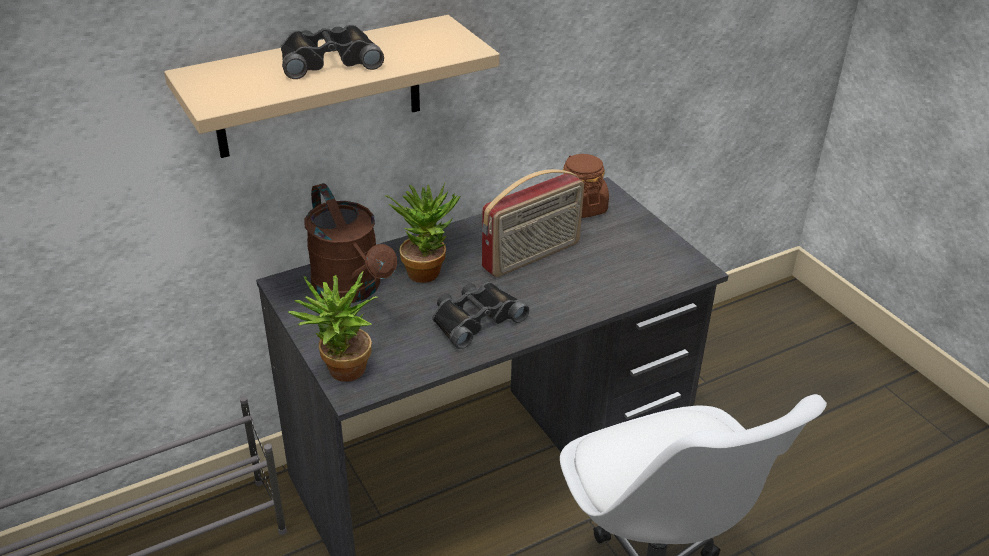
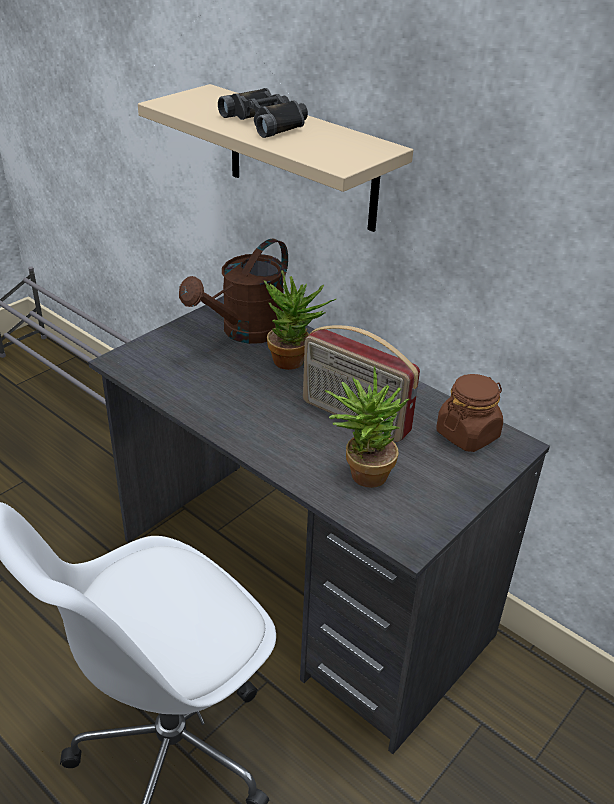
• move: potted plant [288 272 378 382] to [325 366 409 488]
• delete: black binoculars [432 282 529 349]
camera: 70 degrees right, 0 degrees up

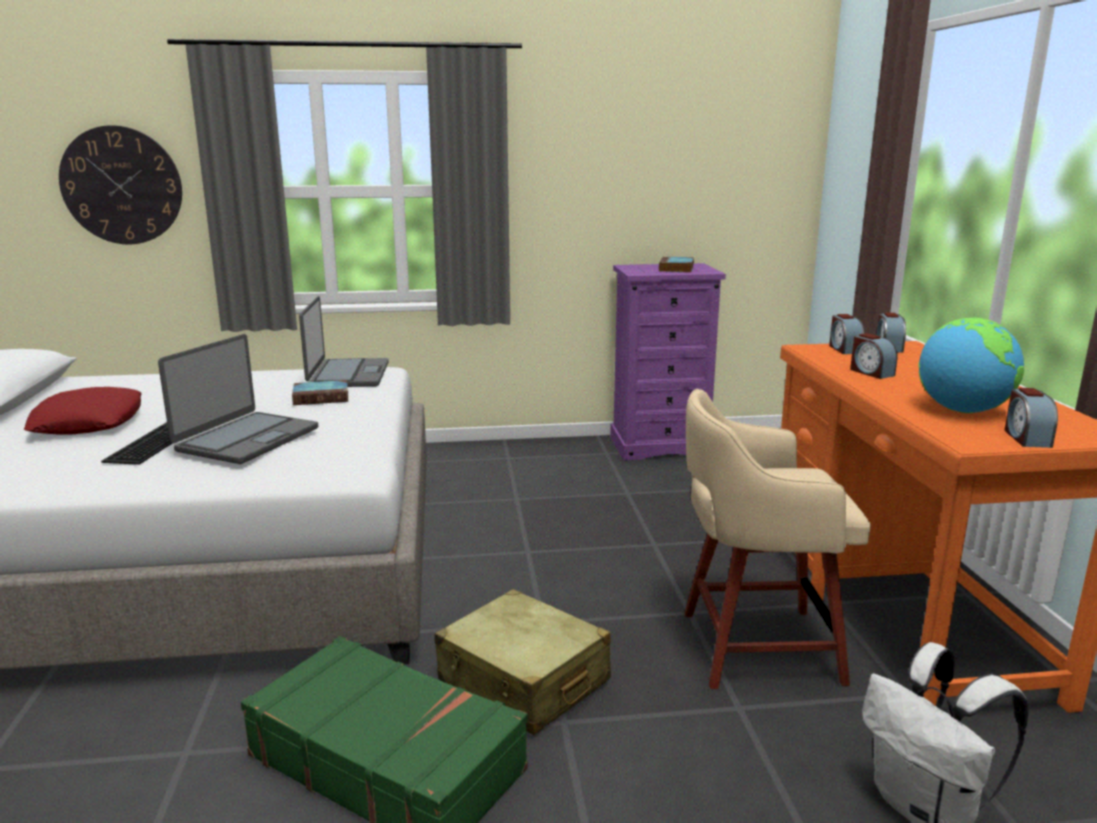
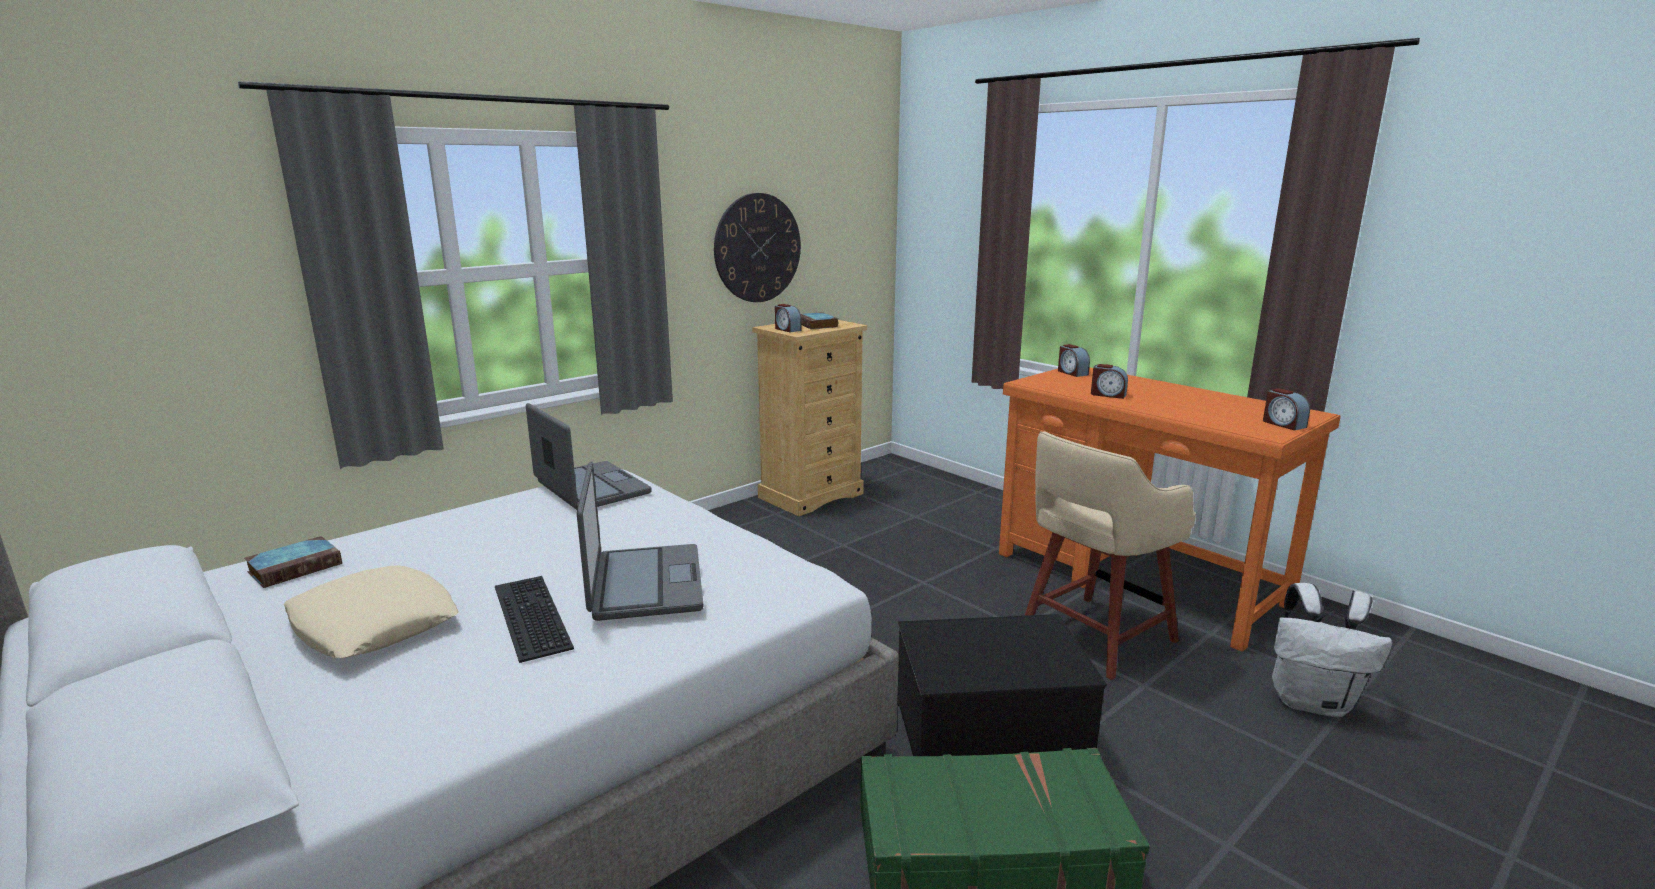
• move: wall clock [59 125 182 244] to [714 193 801 302]
• recolor: purple dresser [610 263 726 461] to beige dresser [752 320 867 516]
• move: alarm clock [829 314 864 354] to [775 304 801 332]
• delete: globe [918 317 1024 413]
• move: book [292 380 348 405] to [244 536 342 588]
• recolor: red pillow [24 387 141 434] to beige pillow [283 565 458 658]
• replace: beige suitcase [435 589 611 735] to storage box [897 614 1107 756]
camera: 35 degrees left, 0 degrees up

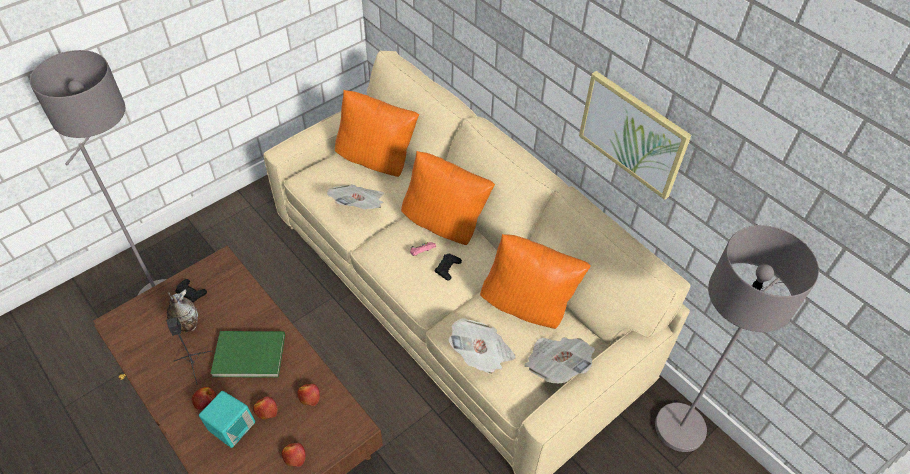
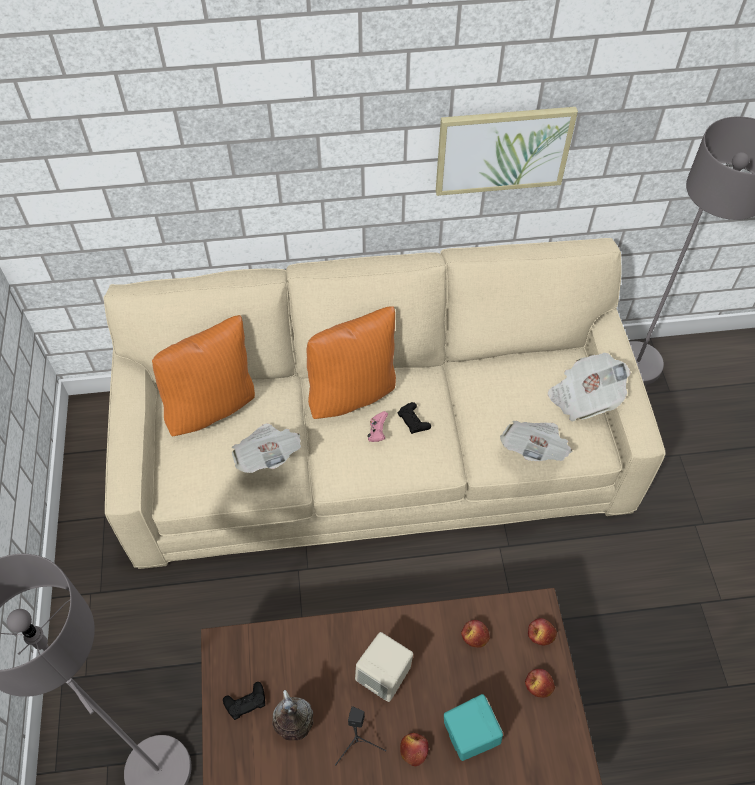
• delete: orange pillow [480 234 591 329]
• replace: green book [211 331 285 378] to beige speaker [355 632 413 702]
• move: apple [253 397 278 420] to [528 618 557 646]
camera: 55 degrees left, 5 degrees up

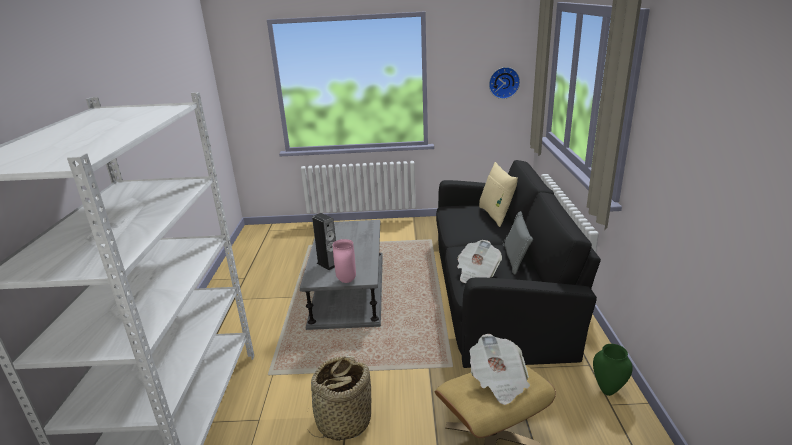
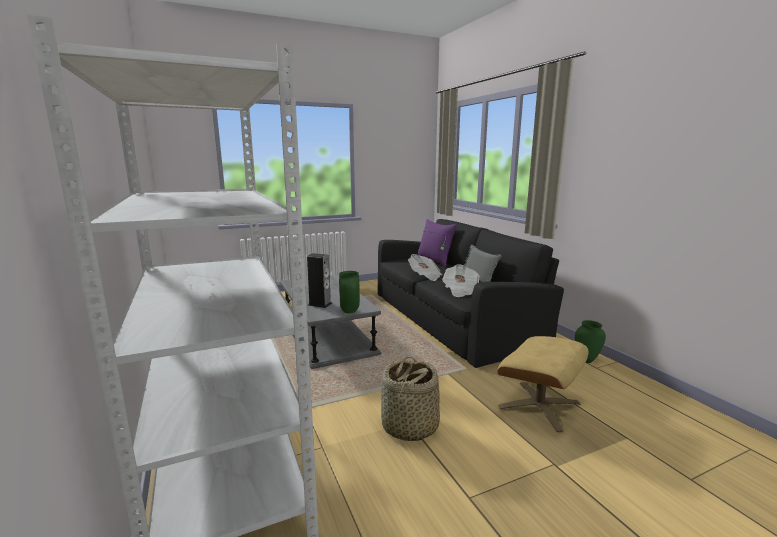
• delete: wall clock [489 67 520 99]
• recolor: beige pillow [479 162 518 227] to purple pillow [417 219 456 267]
• recolor: pink vase [333 239 356 283] to green vase [339 271 360 313]
• move: newspaper [469 334 530 405] to [408 254 442 281]
camera: 25 degrees left, 10 degrees down

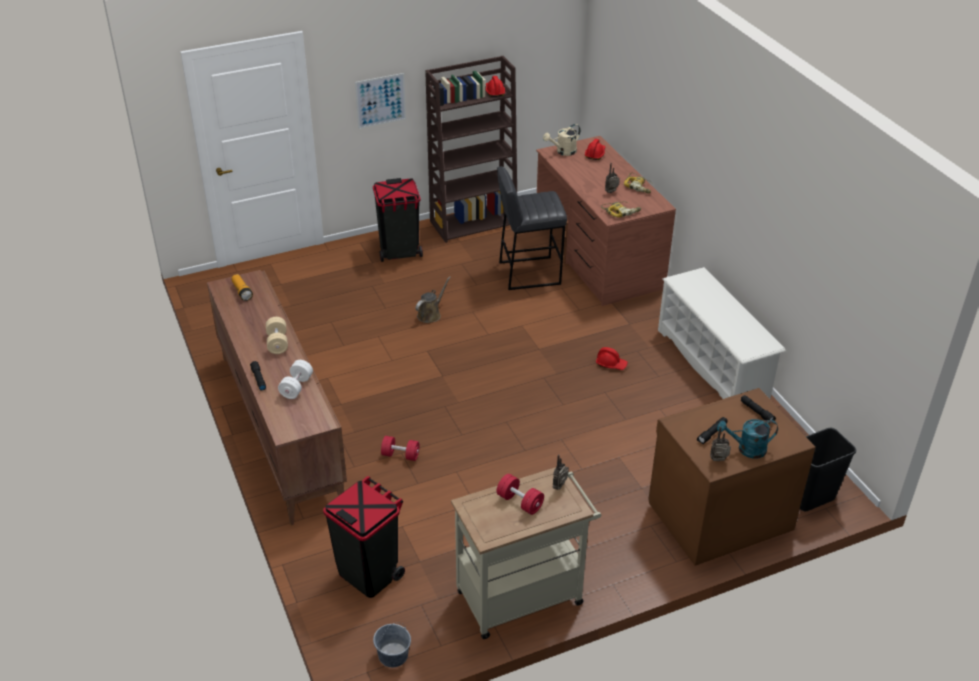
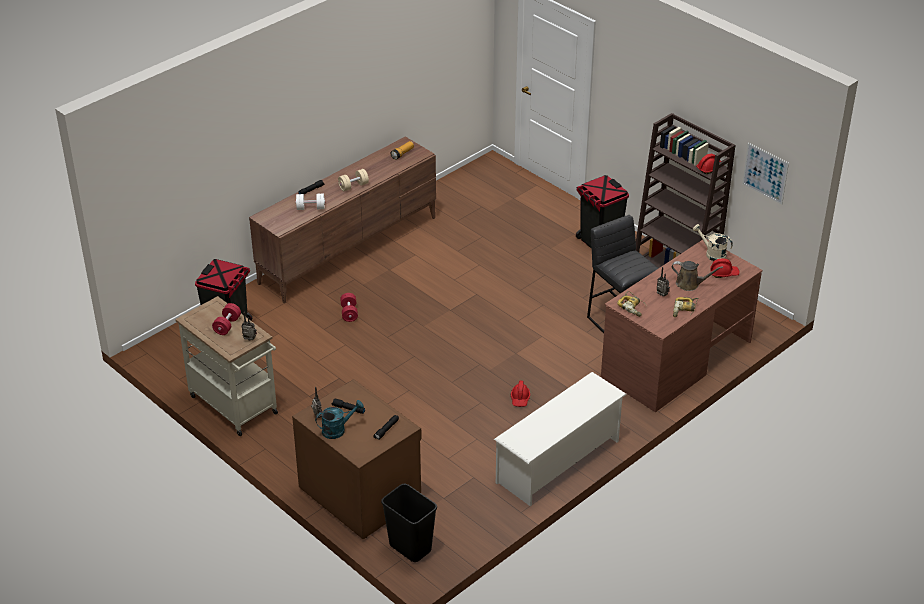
• move: picture [355 73 406 129] to [742 143 789 204]
• move: brown watering can [416 276 451 323] to [672 261 723 291]
• rotate: turquoise watering can [717 419 778 458] = [315 400 364 439] 90 degrees clockwise
• delete: grey bucket [373 622 411 668]
camera: 70 degrees right, 0 degrees up

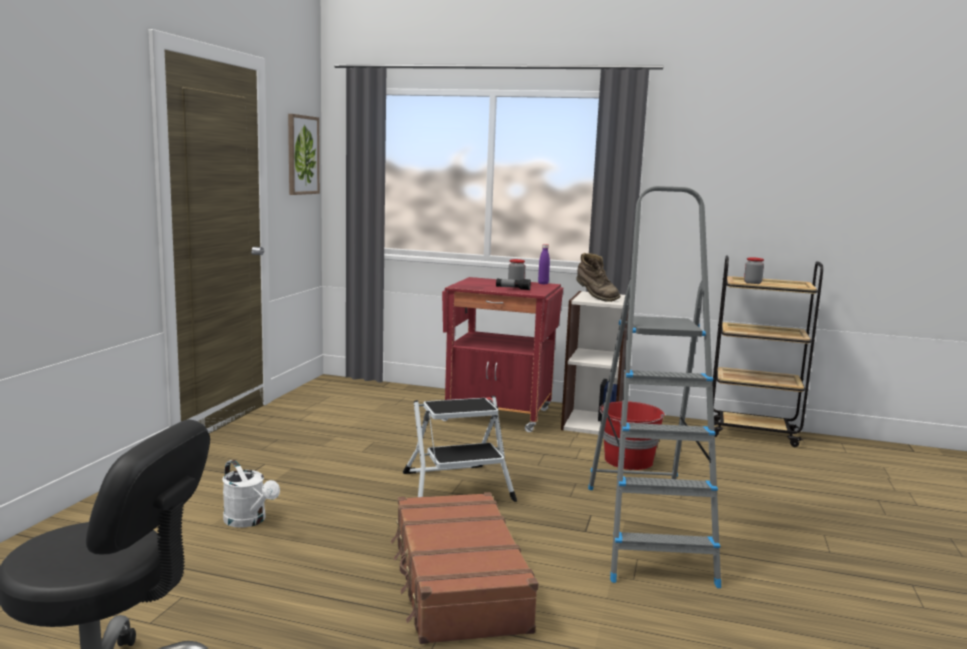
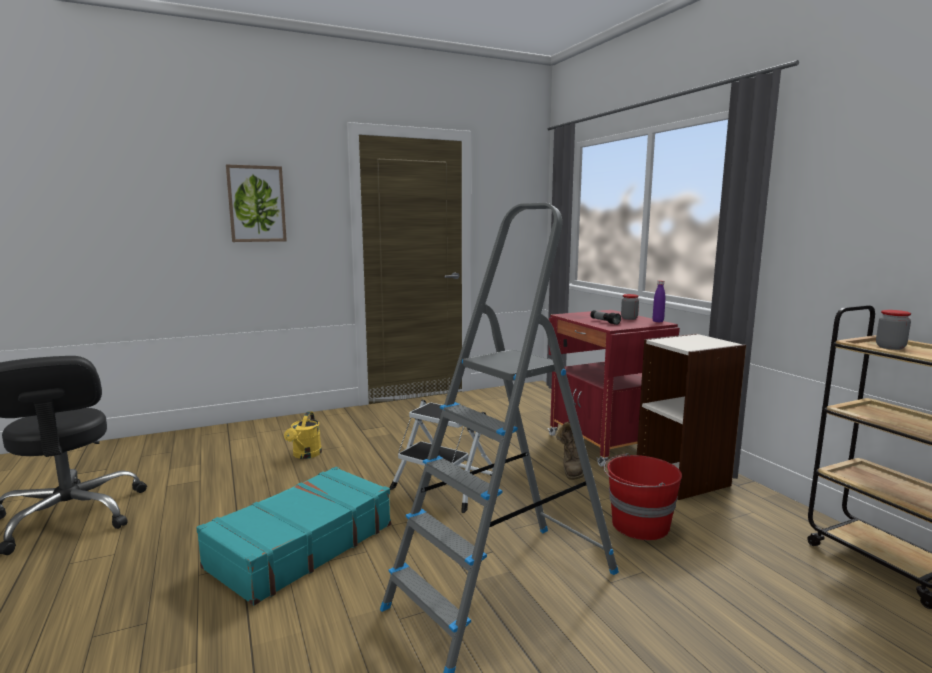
• move: picture [288 114 320 195] to [226 164 287 242]
• move: brown boot [577 253 620 302] to [556 422 584 480]
• recolor: white watering can [222 460 280 528] to yellow watering can [284 411 322 459]
• recolor: brown suitcase [391 492 538 644] to turquoise suitcase [196 467 391 606]
camera: 50 degrees right, 0 degrees up

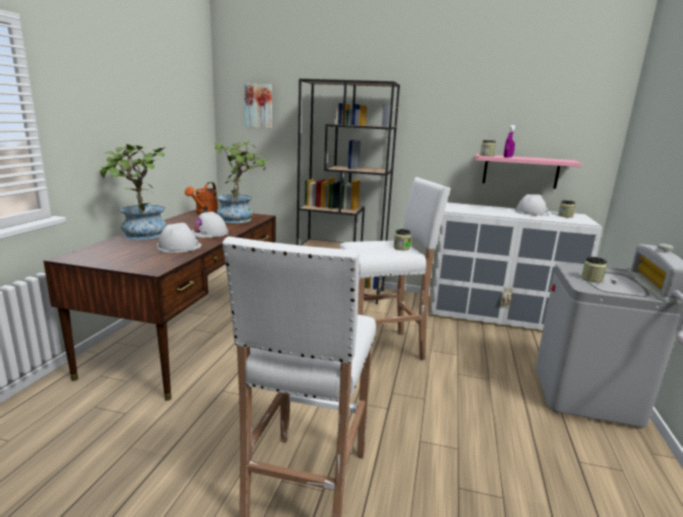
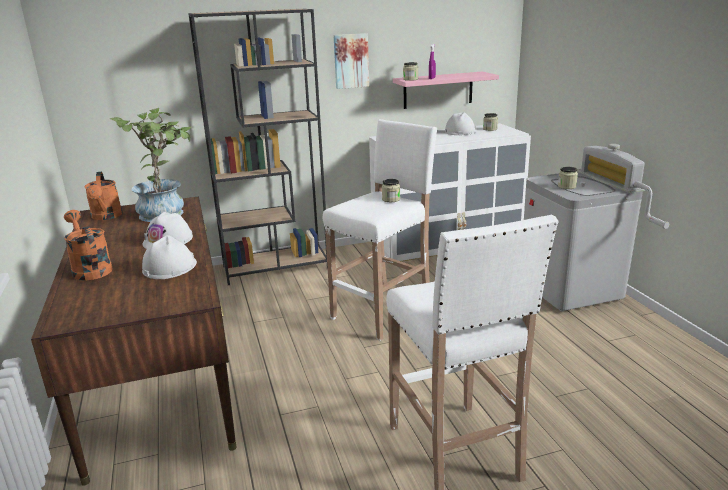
• move: picture [245 83 272 128] to [333 33 369 89]
• replace: potted plant [98 144 166 240] to orange watering can [64 210 113 281]
camera: 30 degrees left, 5 degrees up

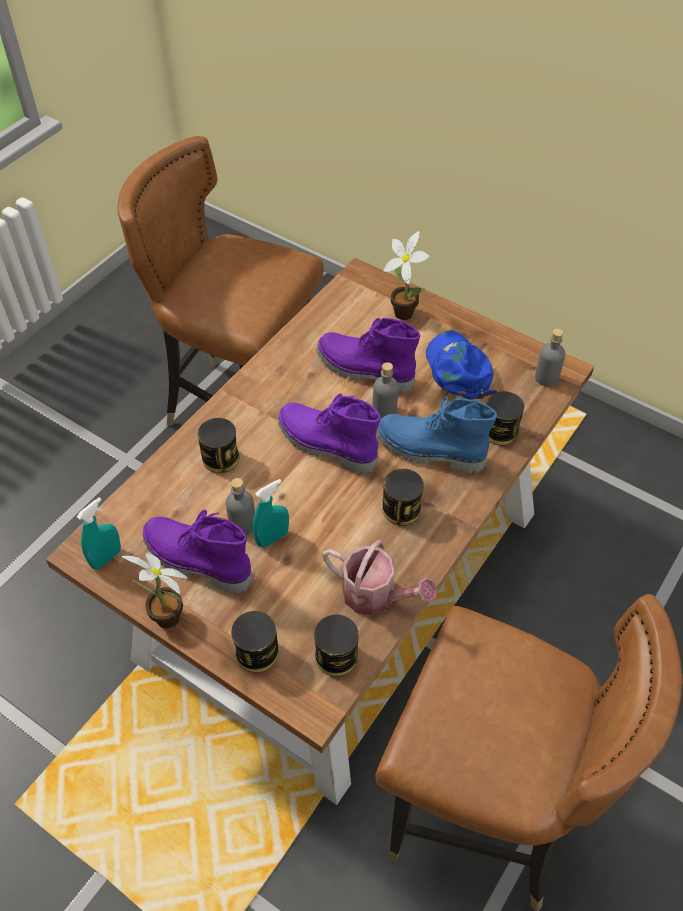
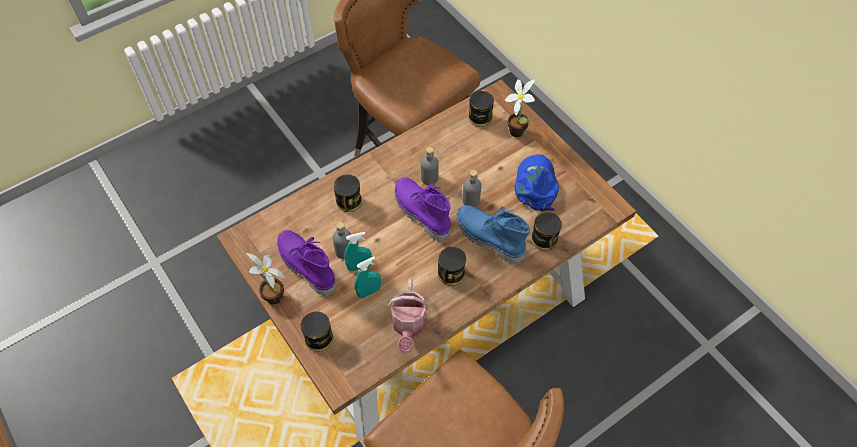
• delete: purple boot [317 318 420 393]
• move: grey bottle [535 329 565 387] to [421 147 439 185]
• move: turquoise spray bottle [76 497 121 569] to [355 257 381 298]
• rotate: watering can [322 540 437 615] = [388 278 429 353] 45 degrees clockwise
• move: can [314 615 359 676] to [468 91 494 127]
camera: 20 degrees right, 5 degrees up

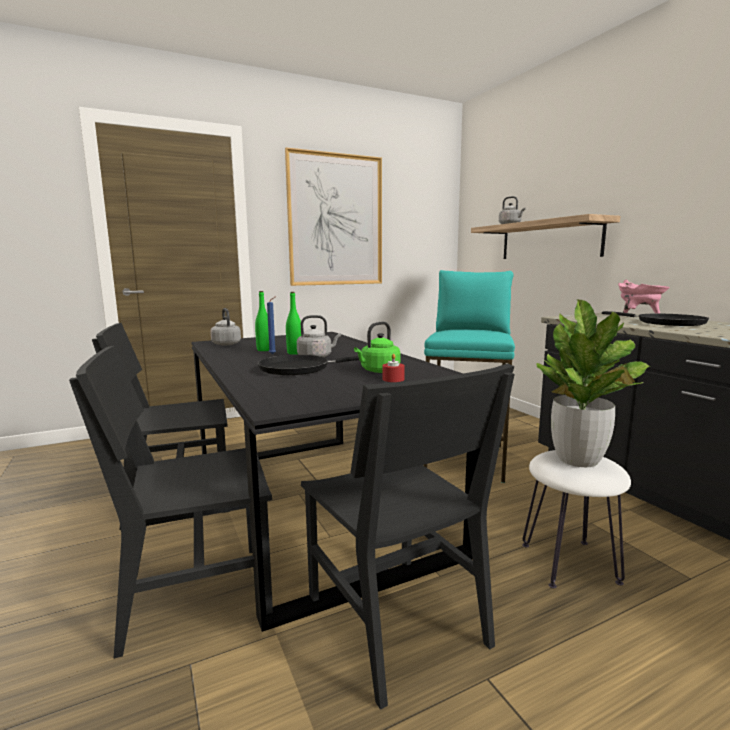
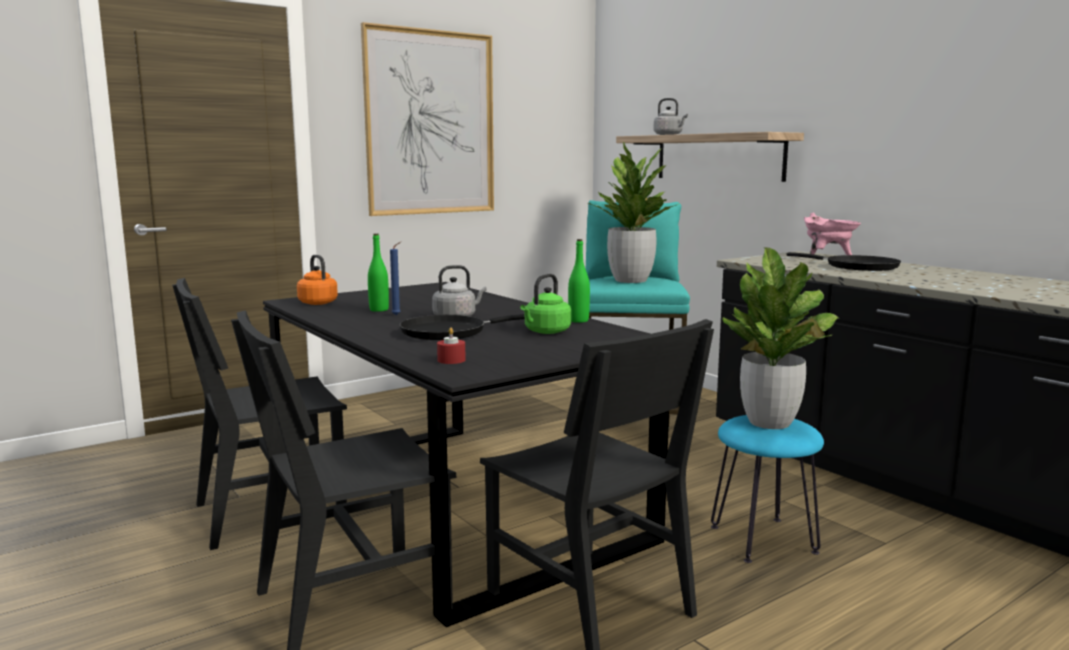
• move: green bottle [286 292 301 355] to [568 239 590 323]
• recolor: grey kettle [210 308 241 345] to orange kettle [297 255 338 305]
• move: red candle [382 353 405 382] to [437 328 466 364]
• recolor: white stool [522 450 631 588] to turquoise stool [711 415 824 563]
• insert: potted plant [588 141 680 283]
camera: 10 degrees left, 0 degrees up

